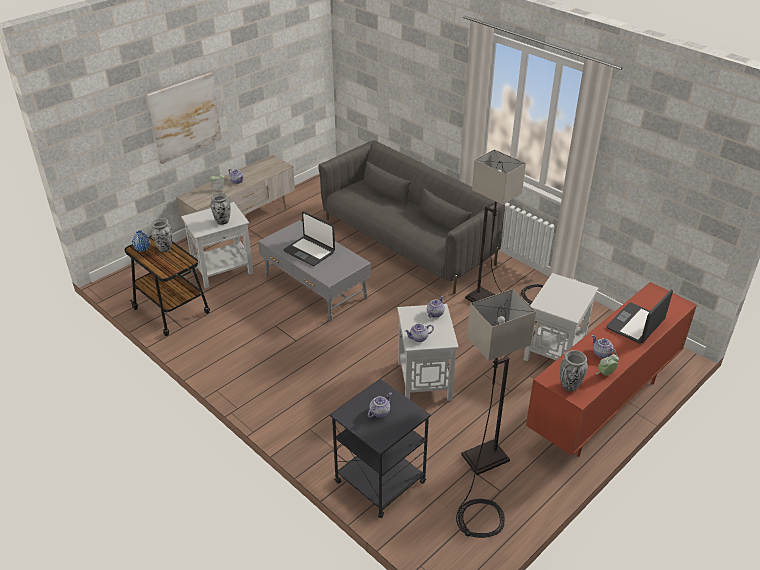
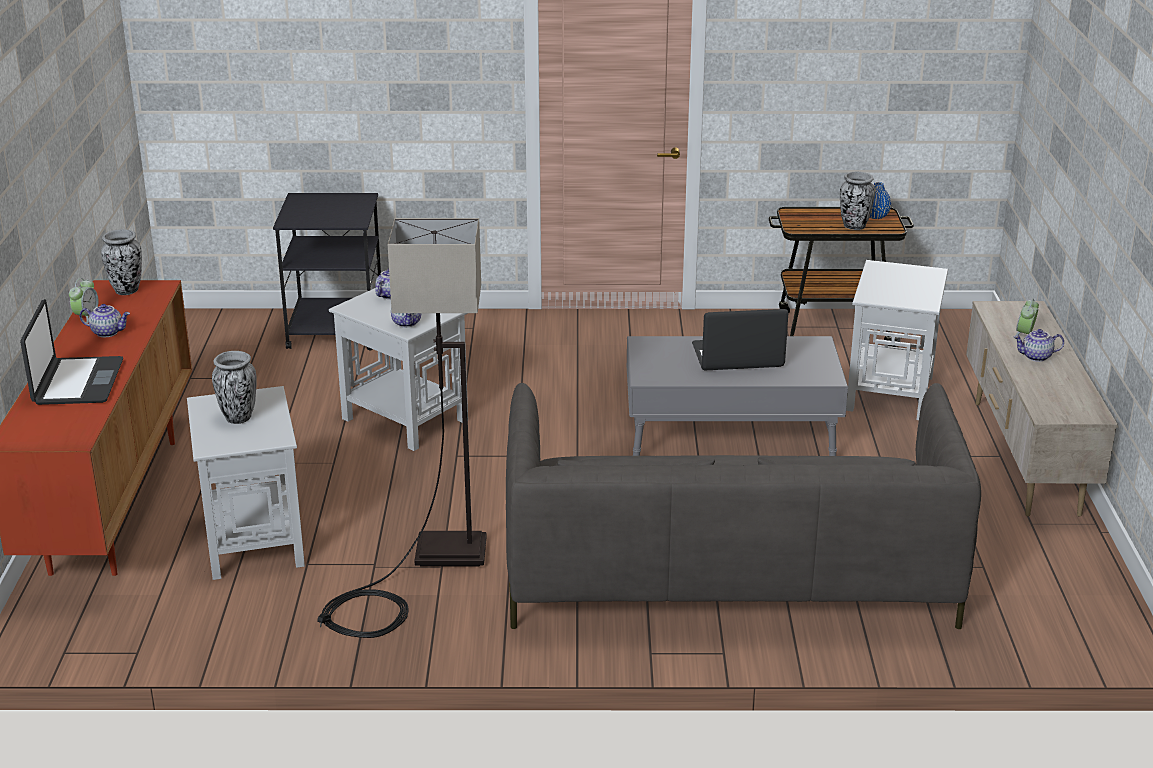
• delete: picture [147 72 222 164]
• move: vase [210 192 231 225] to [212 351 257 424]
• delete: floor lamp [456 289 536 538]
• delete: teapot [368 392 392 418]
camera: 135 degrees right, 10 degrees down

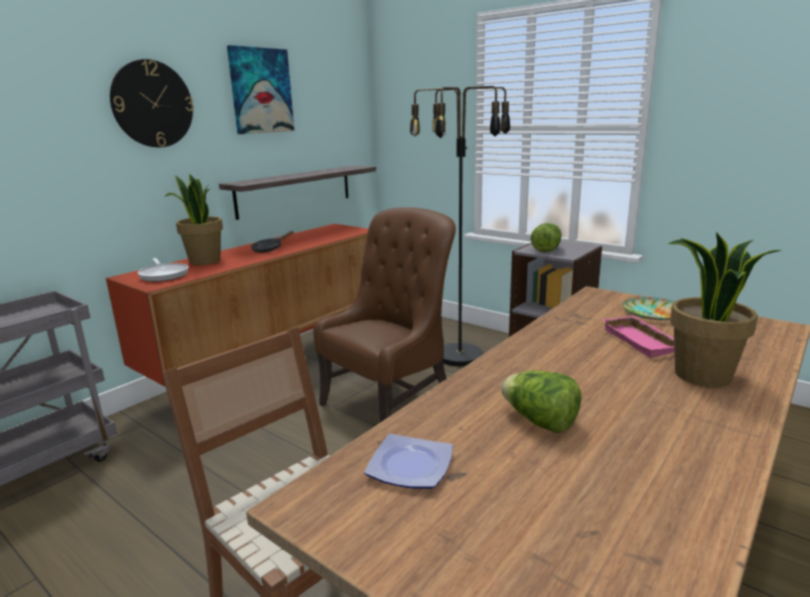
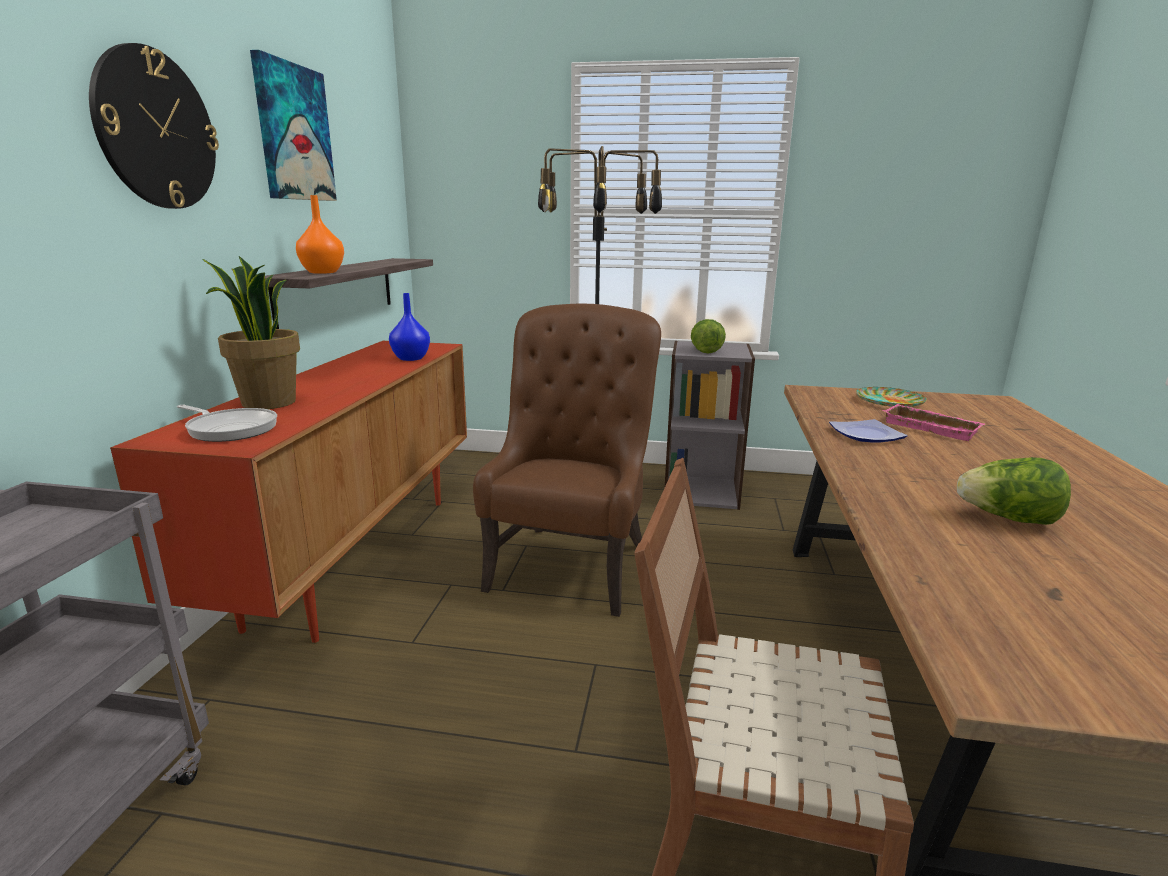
• delete: black frying pan [251 231 294 253]
• delete: potted plant [668 232 781 387]
• move: plate [364 434 453 489] to [829 419 908 442]
• insert: orange vase [296 195 344 274]
• insert: blue vase [389 293 430 361]
camera: 30 degrees left, 0 degrees up

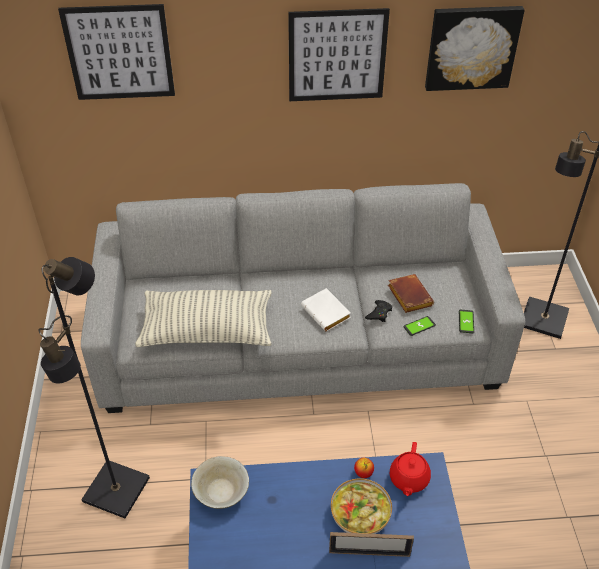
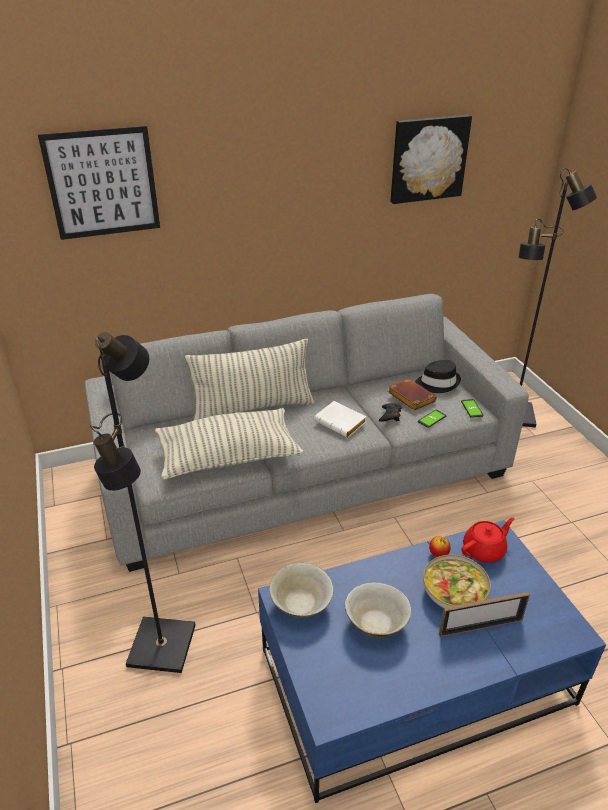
• delete: picture [288 8 390 101]
• rotate: red teapot [390 442 431 496] = [461 518 515 563] 120 degrees counterclockwise
• insert: pillow [185 339 314 421]
• insert: black hat [415 360 461 393]
• insert: beige bowl [345 582 411 638]
camera: 15 degrees left, 10 degrees down

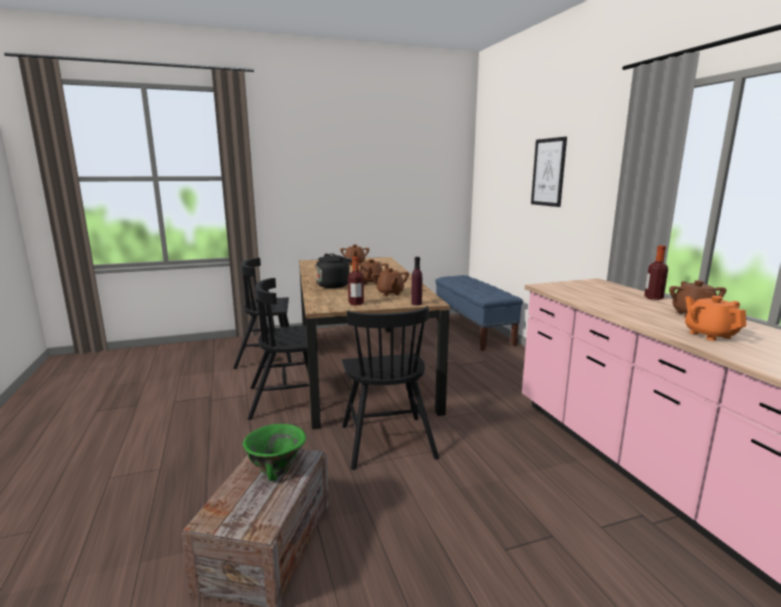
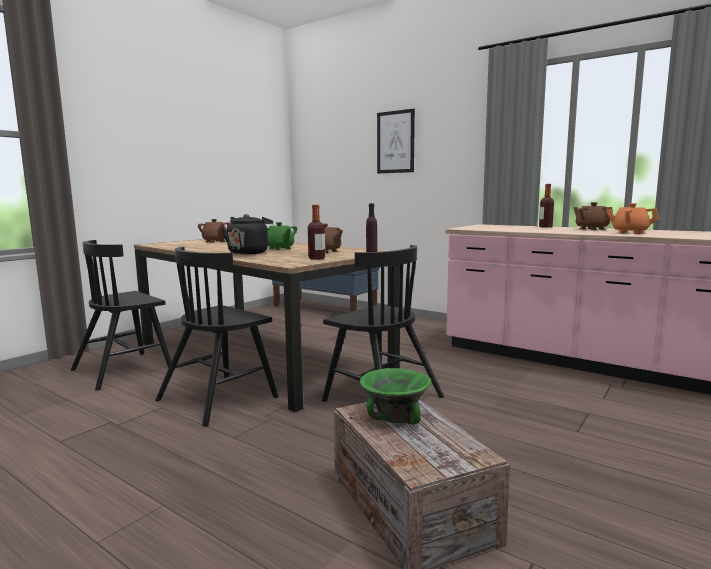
• recolor: brown teapot [359 259 389 284] to green teapot [267 222 297 250]
camera: 35 degrees left, 5 degrees down

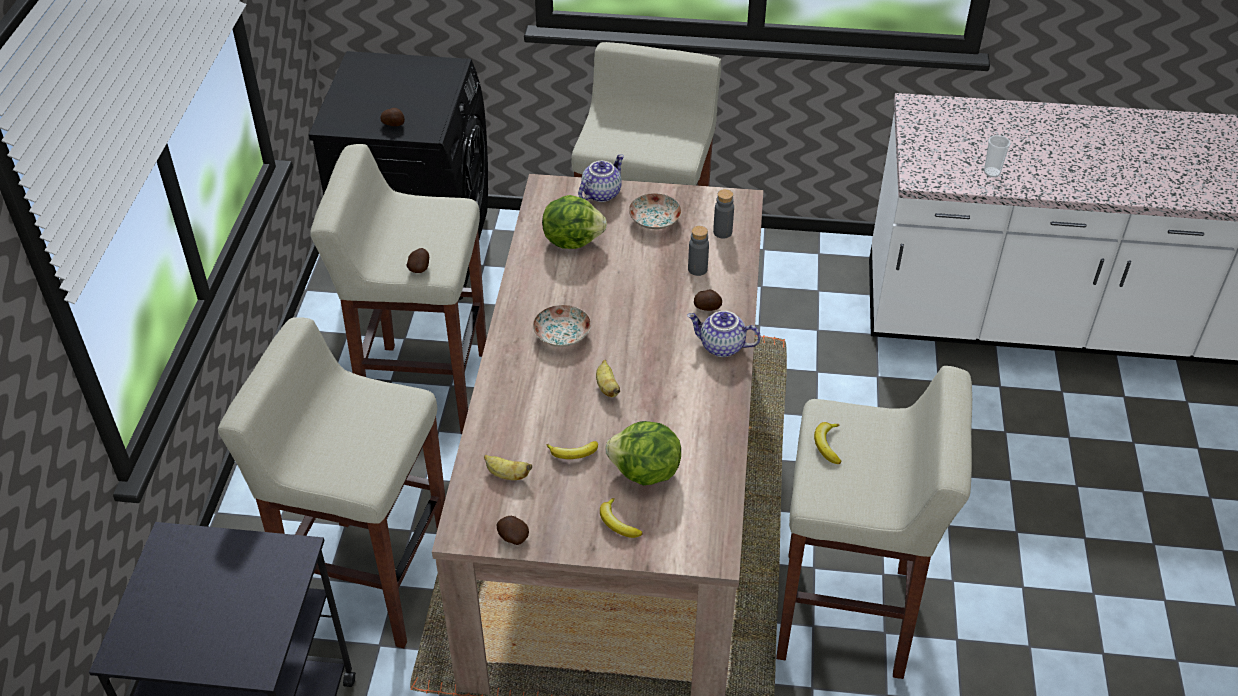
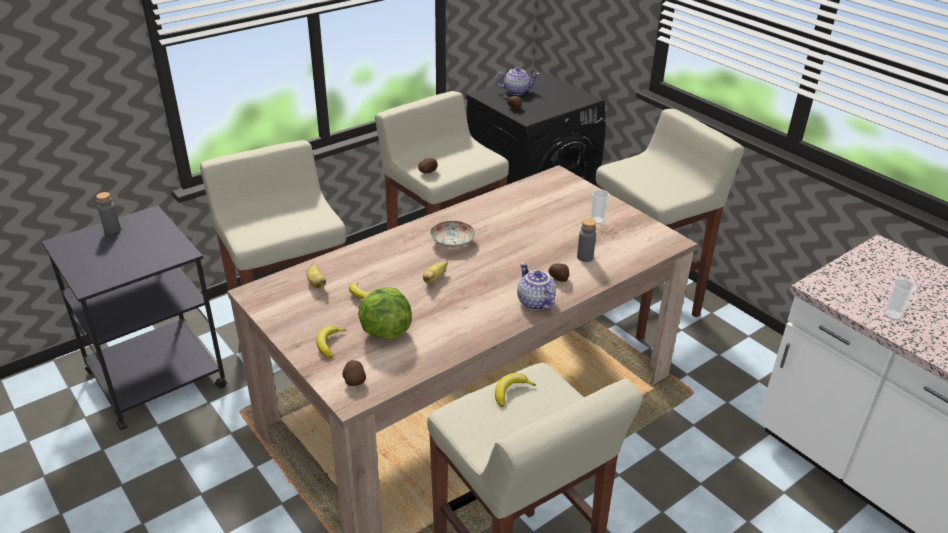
• move: teapot [578 154 624 202] to [495 67 539 95]
• move: grey bottle [713 189 734 239] to [96 192 121 234]
• replace: plate [629 193 682 230] to cup [591 190 610 224]
• delete: lettuce [542 195 607 249]
• move: potato [497 516 529 545] to [343 360 366 386]
camera: 45 degrees right, 10 degrees down

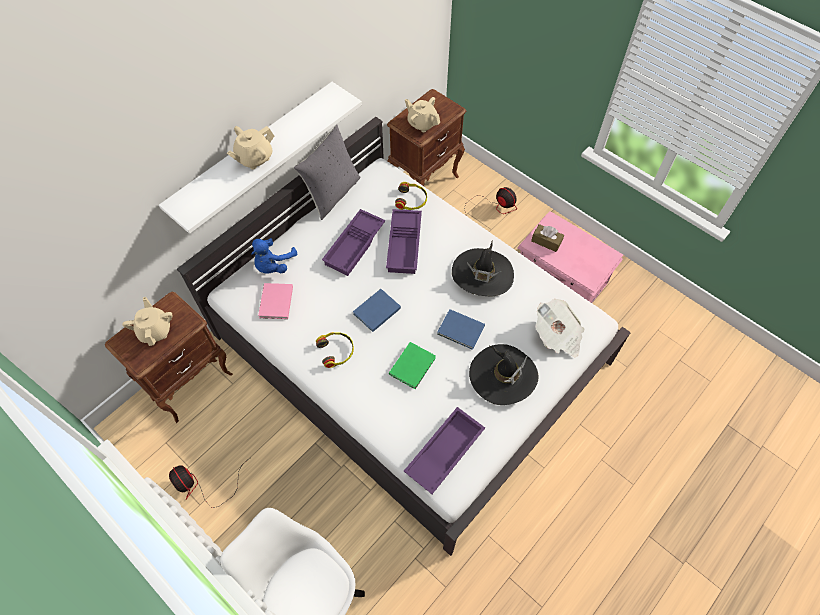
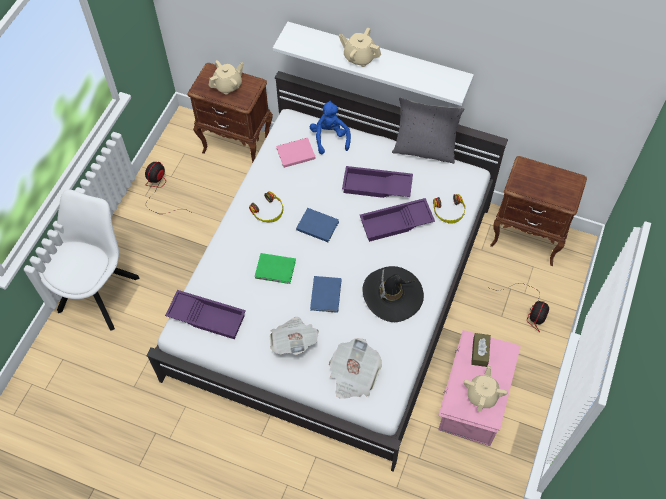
• move: beige teapot [405 97 440 132] to [464 365 507 412]
• rotate: blue plush toy [252 238 297 274] = [310 101 351 154] 75 degrees clockwise
• replace: black hat [469 344 538 405] to newspaper [269 317 319 355]
camera: 70 degrees right, 0 degrees up

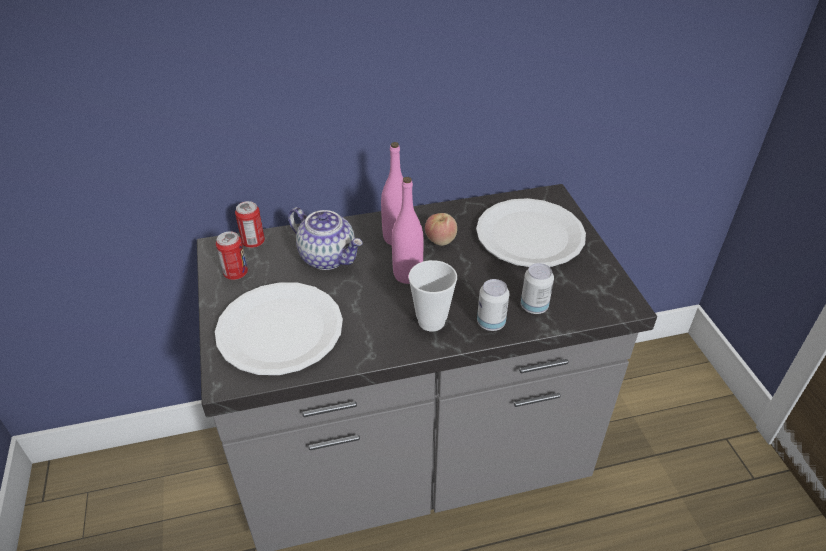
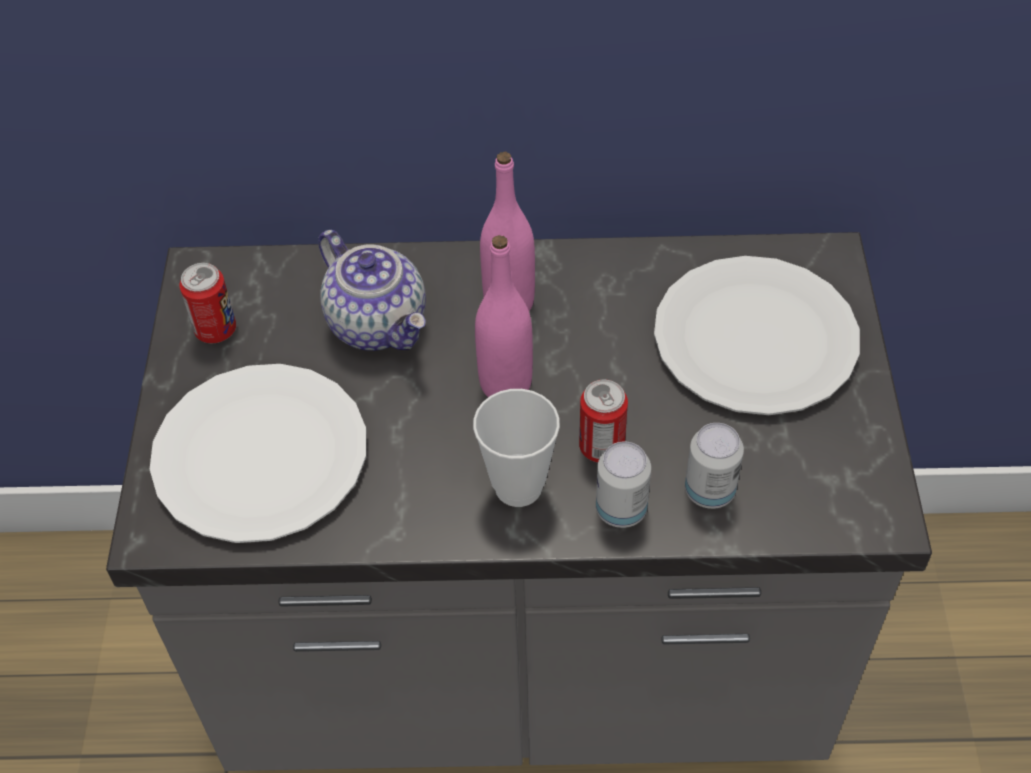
• move: can [235 201 265 248] to [579 379 628 463]
• delete: apple [425 213 457 246]
camera: 15 degrees right, 10 degrees up

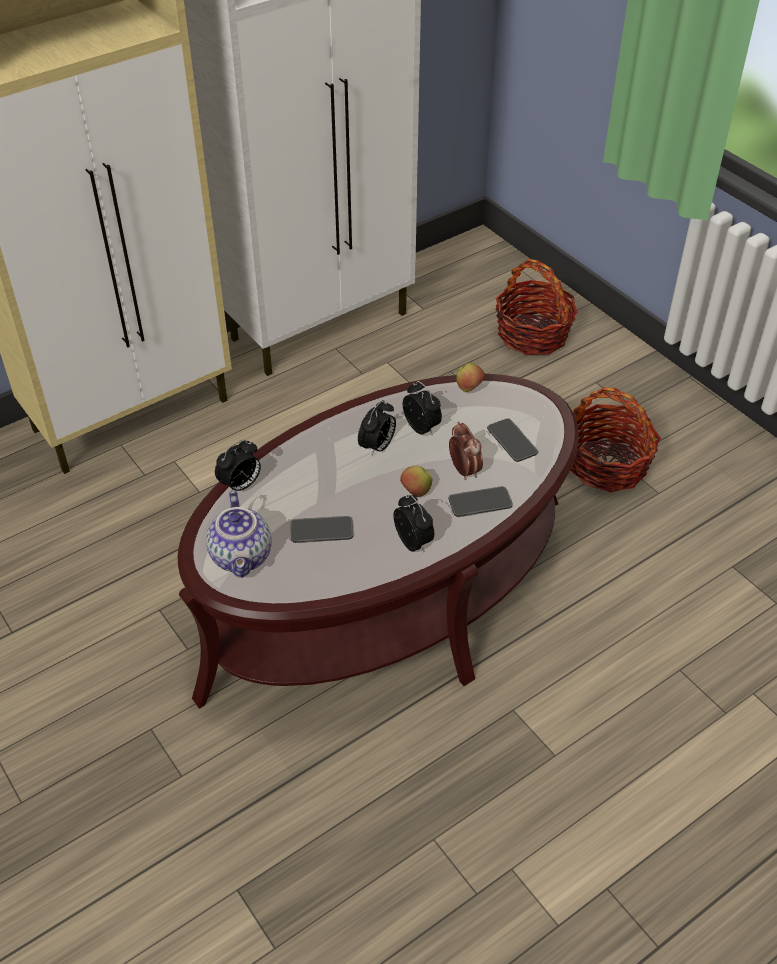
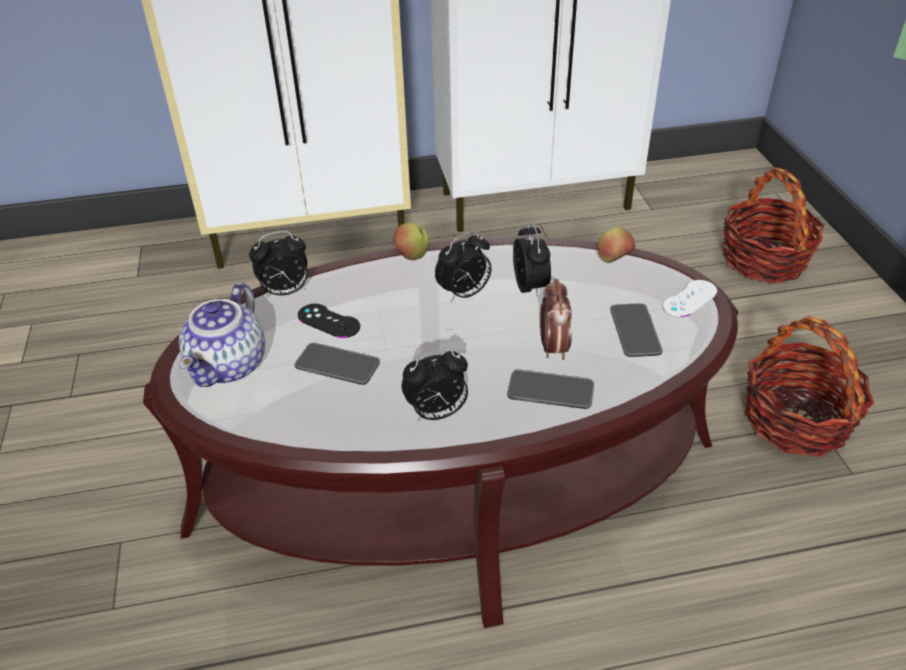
• move: apple [400 466 432 497] to [393 223 429 260]
• rotate: alarm clock [393 494 434 552] = [402 348 468 421] 75 degrees clockwise
• insert: white game controller [663 280 718 317]
• insert: black game controller [298 304 360 338]
camera: 25 degrees right, 5 degrees down

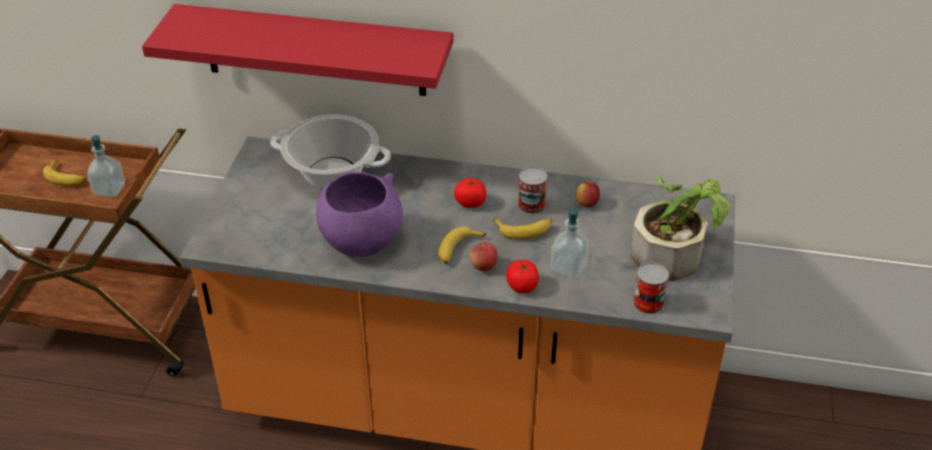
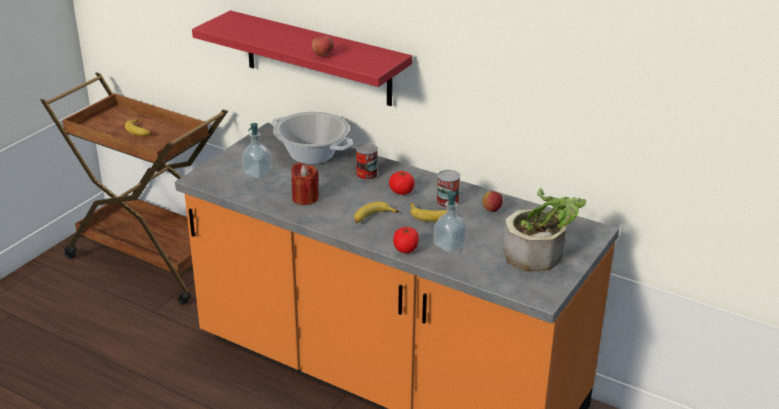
• move: soap dispenser [88 135 125 197] to [242 123 271 178]
• replace: purple bowl [316 172 403 257] to red candle [291 163 319 205]
• move: apple [470 243 498 271] to [312 36 334 57]
• move: can [633 262 669 314] to [356 143 378 180]
camera: 20 degrees right, 10 degrees down

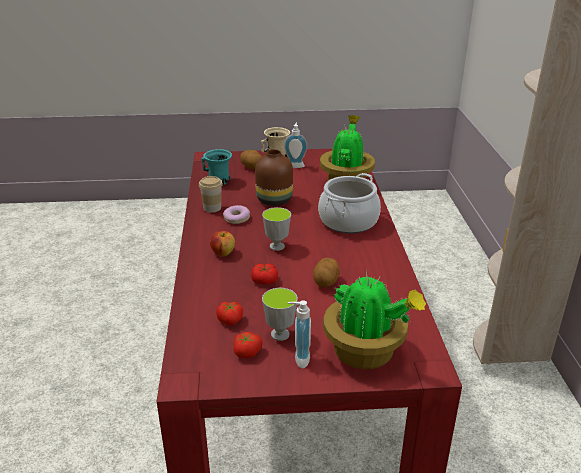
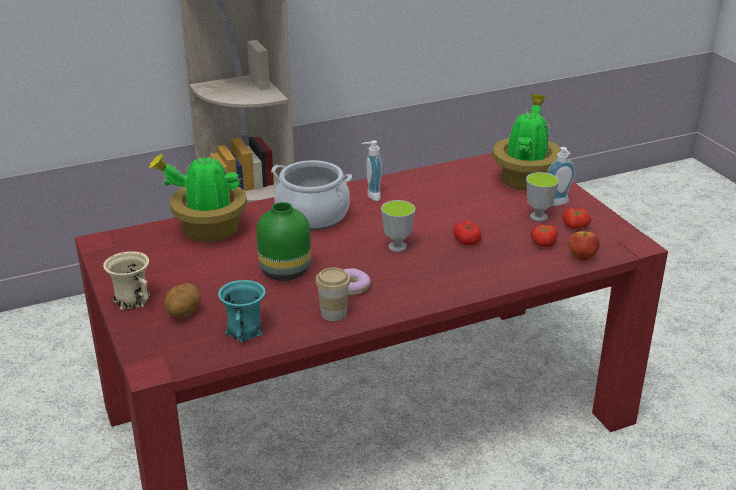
• move: soap dispenser [284 122 307 168] to [362 140 382 201]
• recolor: brown vase [255 149 293 206] to green vase [256 202 311 281]
• move: apple [210 231 235 257] to [569 230 600 261]
• delete: potato [313 258 340 288]
camera: 110 degrees left, 0 degrees up

